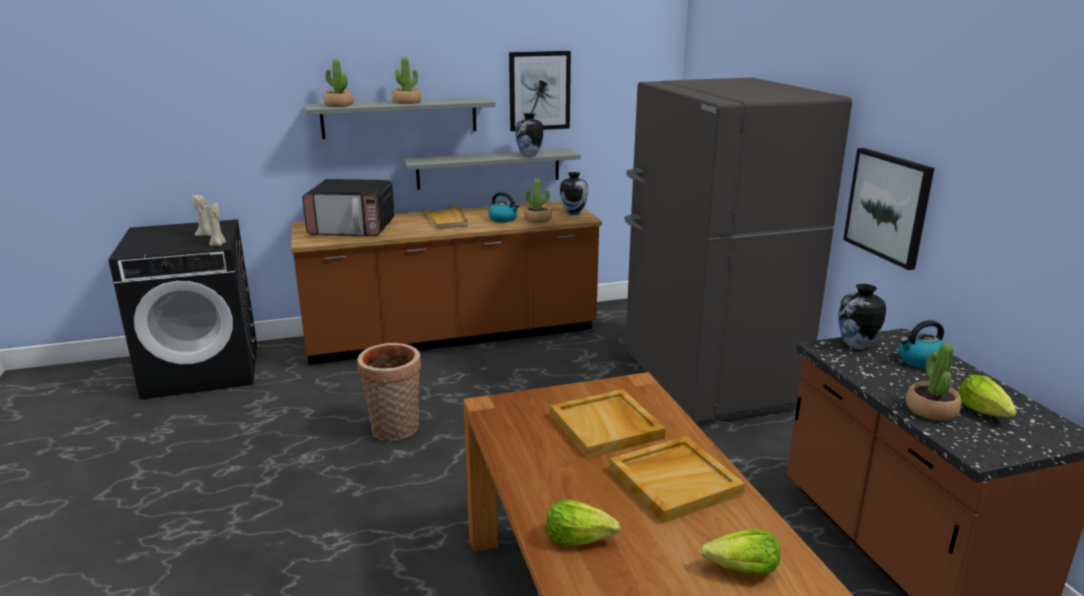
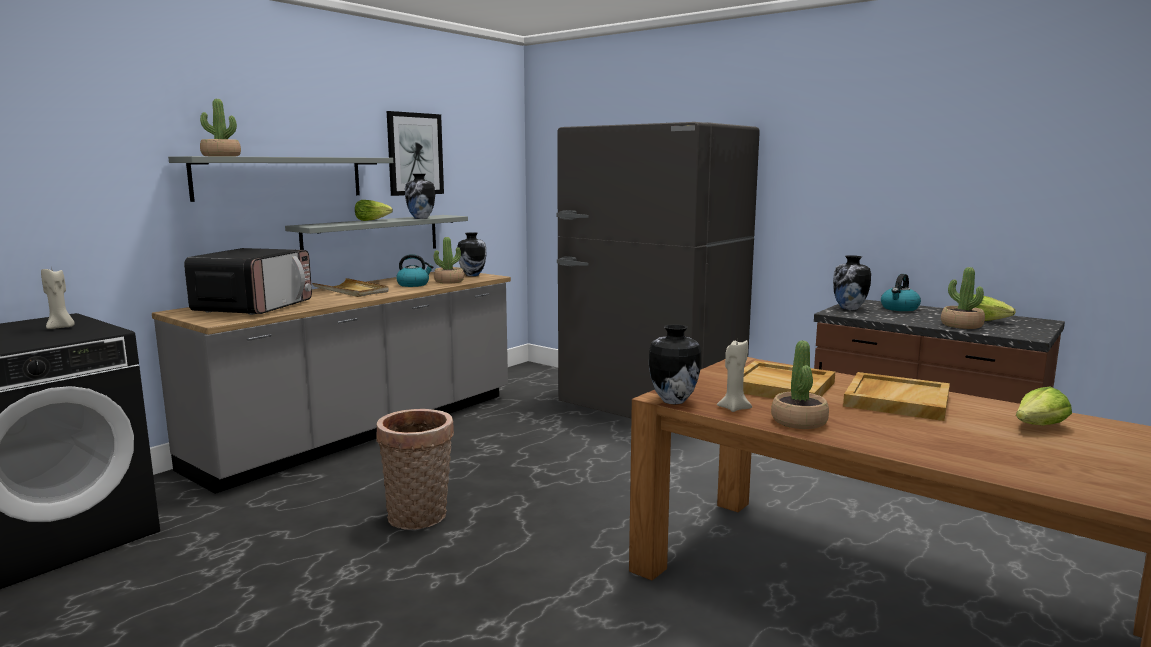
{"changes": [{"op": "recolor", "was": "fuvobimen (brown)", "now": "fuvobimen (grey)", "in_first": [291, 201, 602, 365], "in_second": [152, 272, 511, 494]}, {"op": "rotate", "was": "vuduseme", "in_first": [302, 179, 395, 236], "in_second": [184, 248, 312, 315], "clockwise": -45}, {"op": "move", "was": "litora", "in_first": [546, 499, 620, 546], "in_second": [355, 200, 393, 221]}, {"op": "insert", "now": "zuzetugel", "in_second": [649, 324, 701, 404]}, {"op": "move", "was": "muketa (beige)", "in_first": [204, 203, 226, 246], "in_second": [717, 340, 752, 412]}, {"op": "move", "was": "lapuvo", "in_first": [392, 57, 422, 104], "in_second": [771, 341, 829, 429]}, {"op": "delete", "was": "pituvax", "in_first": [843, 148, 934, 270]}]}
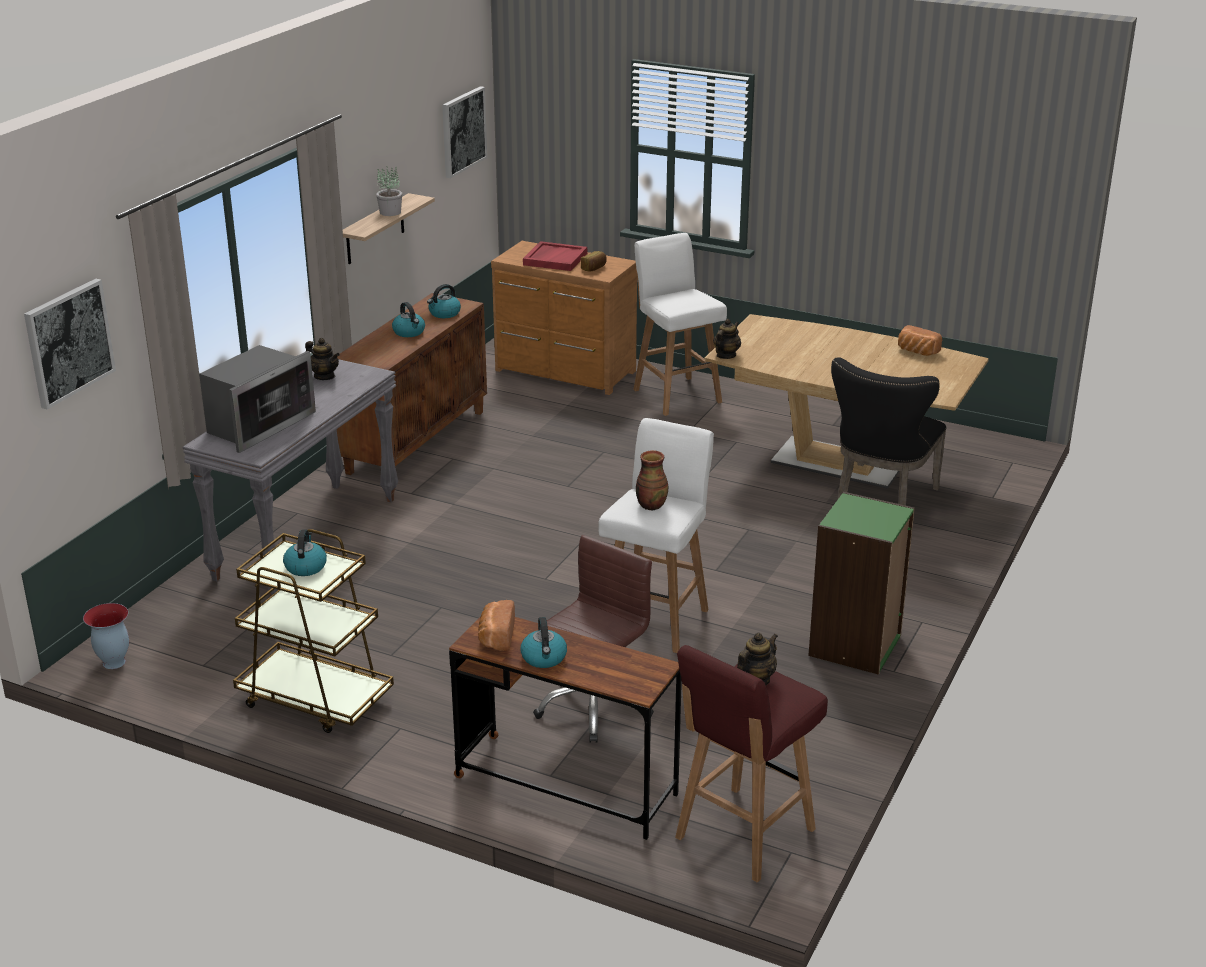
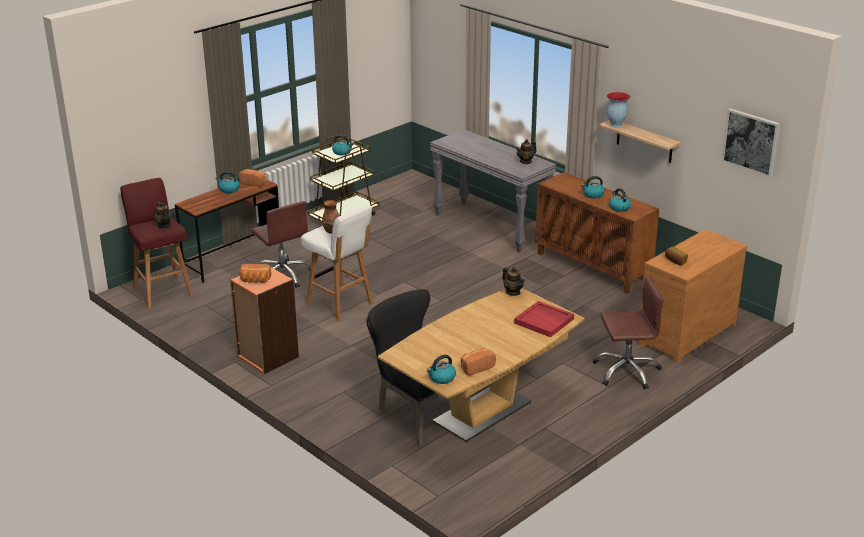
{"changes": [{"op": "recolor", "was": "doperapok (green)", "now": "doperapok (orange)", "in_first": [808, 492, 915, 675], "in_second": [230, 267, 299, 374]}, {"op": "insert", "now": "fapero", "in_second": [240, 264, 271, 283]}, {"op": "insert", "now": "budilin", "in_second": [427, 355, 456, 384]}, {"op": "move", "was": "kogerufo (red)", "in_first": [523, 241, 587, 271], "in_second": [514, 301, 574, 337]}, {"op": "replace", "was": "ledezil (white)", "now": "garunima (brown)", "in_first": [633, 233, 727, 416], "in_second": [593, 275, 664, 390]}, {"op": "move", "was": "zuzetugel", "in_first": [83, 603, 129, 669], "in_second": [607, 92, 630, 128]}, {"op": "delete", "was": "pituvax", "in_first": [24, 279, 116, 409]}, {"op": "delete", "was": "vuduseme", "in_first": [199, 345, 316, 453]}, {"op": "delete", "was": "lapuvo", "in_first": [376, 165, 402, 216]}]}
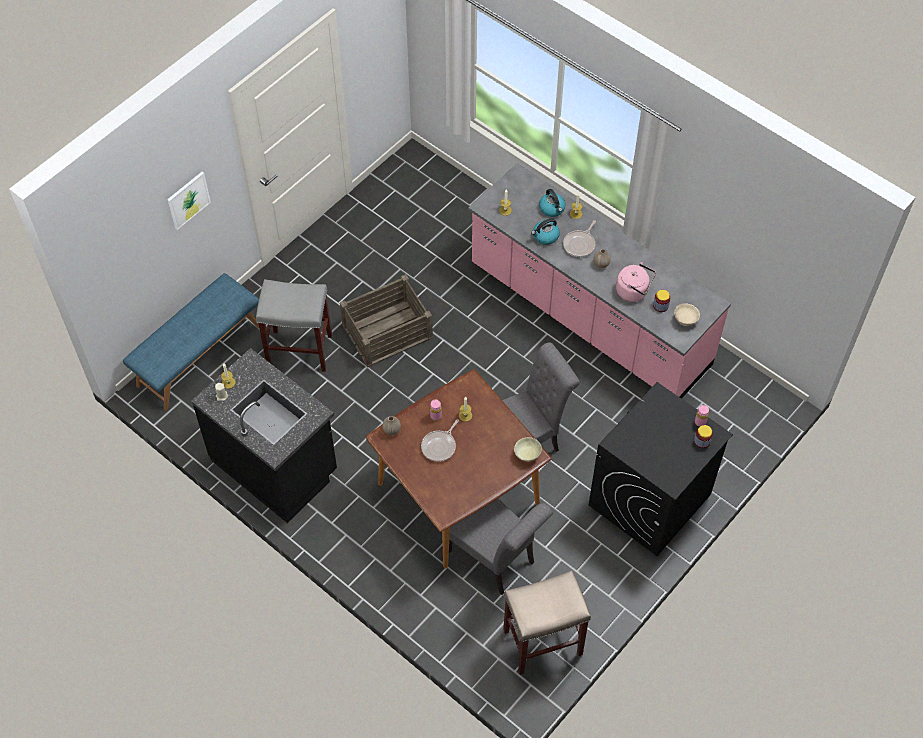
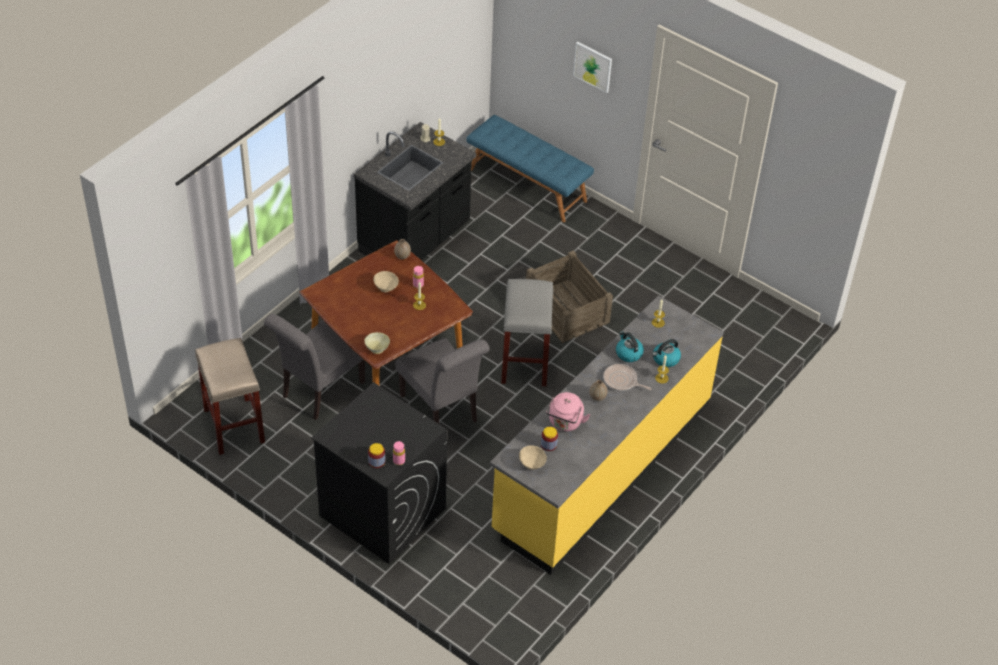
{"changes": [{"op": "replace", "was": "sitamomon", "now": "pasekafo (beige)", "in_first": [421, 419, 459, 462], "in_second": [373, 271, 399, 292]}, {"op": "recolor", "was": "fuvobimen (pink)", "now": "fuvobimen (yellow)", "in_first": [469, 163, 731, 399], "in_second": [490, 295, 724, 575]}, {"op": "move", "was": "ledezil (grey)", "in_first": [256, 279, 332, 372], "in_second": [501, 279, 553, 386]}]}
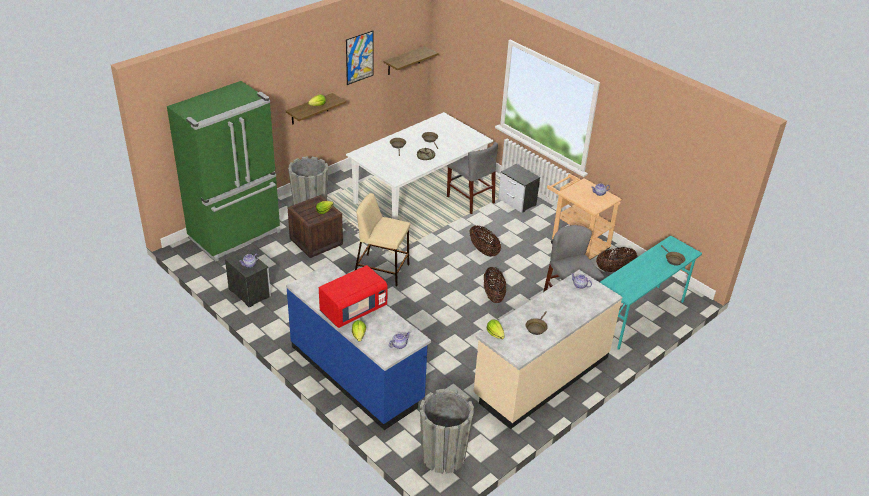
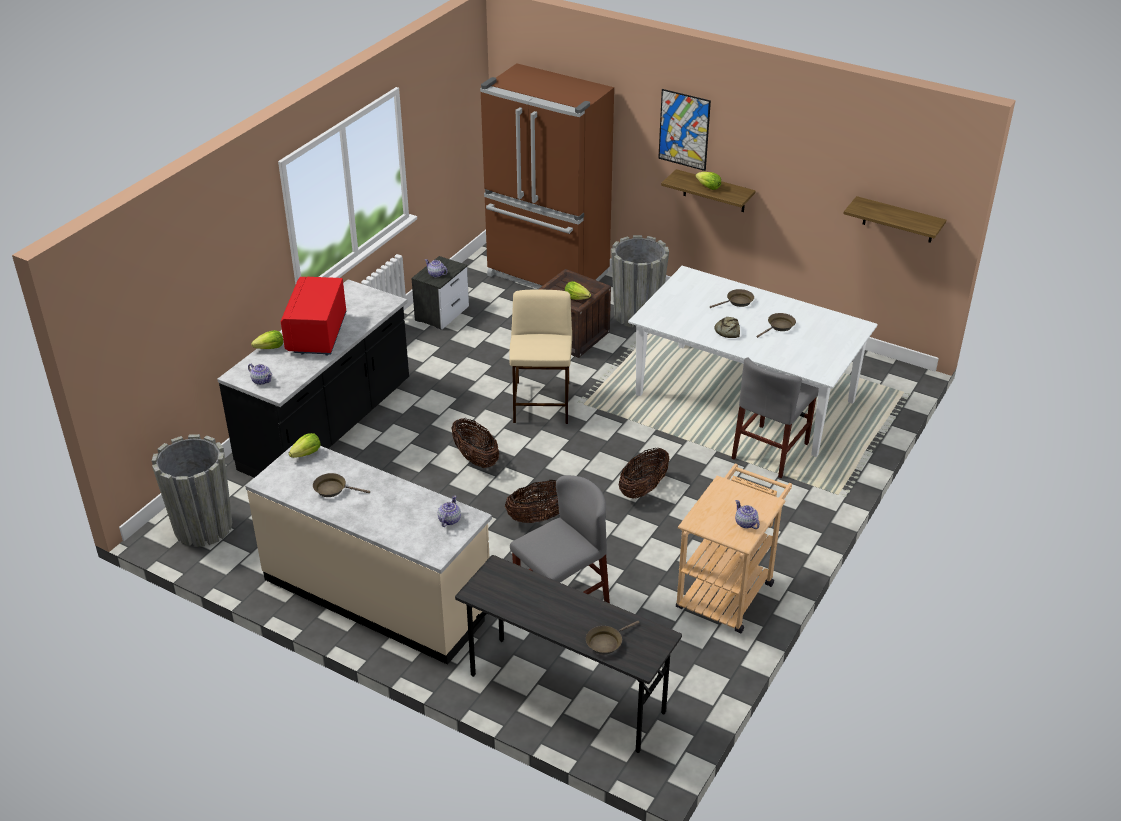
{"changes": [{"op": "recolor", "was": "fuvobimen (blue)", "now": "fuvobimen (black)", "in_first": [286, 262, 431, 430], "in_second": [217, 279, 409, 478]}, {"op": "rotate", "was": "vuduseme (red)", "in_first": [319, 265, 388, 328], "in_second": [281, 277, 346, 356], "clockwise": 60}, {"op": "move", "was": "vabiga", "in_first": [596, 247, 637, 272], "in_second": [451, 418, 499, 468]}, {"op": "recolor", "was": "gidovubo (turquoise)", "now": "gidovubo (grey)", "in_first": [600, 236, 702, 350], "in_second": [455, 555, 682, 753]}, {"op": "recolor", "was": "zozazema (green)", "now": "zozazema (brown)", "in_first": [167, 81, 281, 261], "in_second": [480, 64, 614, 289]}, {"op": "move", "was": "pituvax", "in_first": [346, 30, 373, 85], "in_second": [658, 89, 711, 171]}, {"op": "delete", "was": "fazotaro", "in_first": [498, 164, 540, 213]}]}
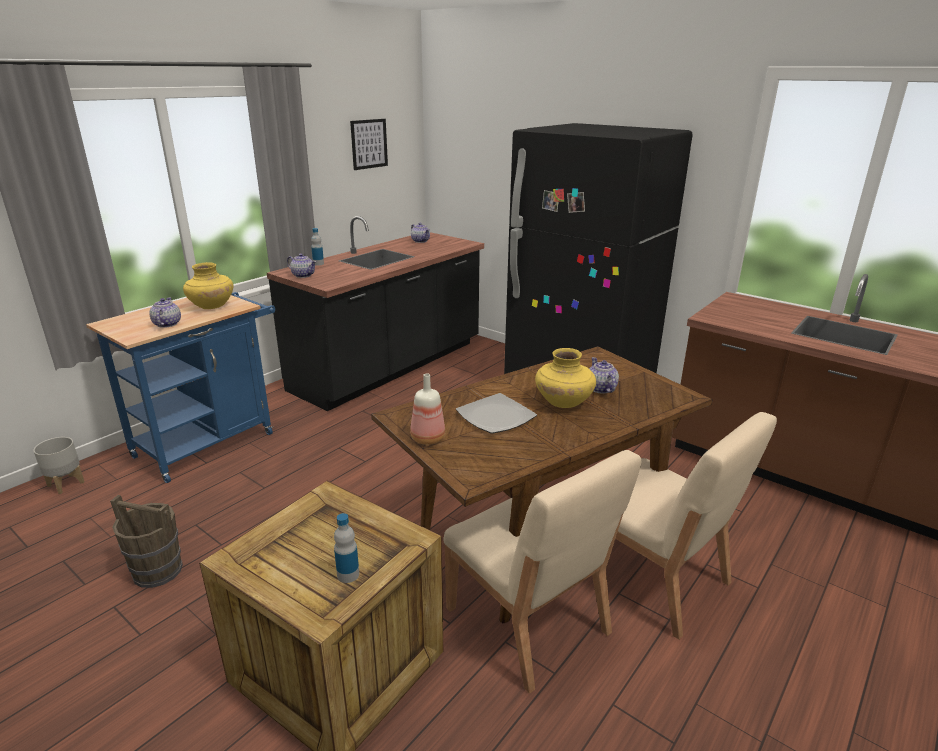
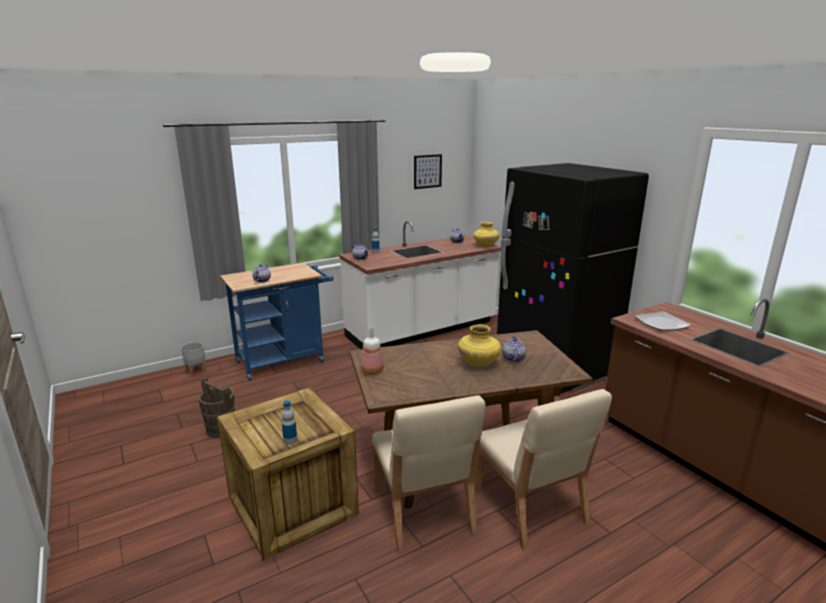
{"changes": [{"op": "recolor", "was": "fuvobimen (black)", "now": "fuvobimen (white)", "in_first": [267, 216, 484, 411], "in_second": [339, 221, 501, 349]}, {"op": "move", "was": "zuzetugel (yellow)", "in_first": [183, 262, 233, 309], "in_second": [473, 222, 499, 247]}, {"op": "move", "was": "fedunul", "in_first": [456, 393, 537, 434], "in_second": [635, 311, 691, 330]}]}
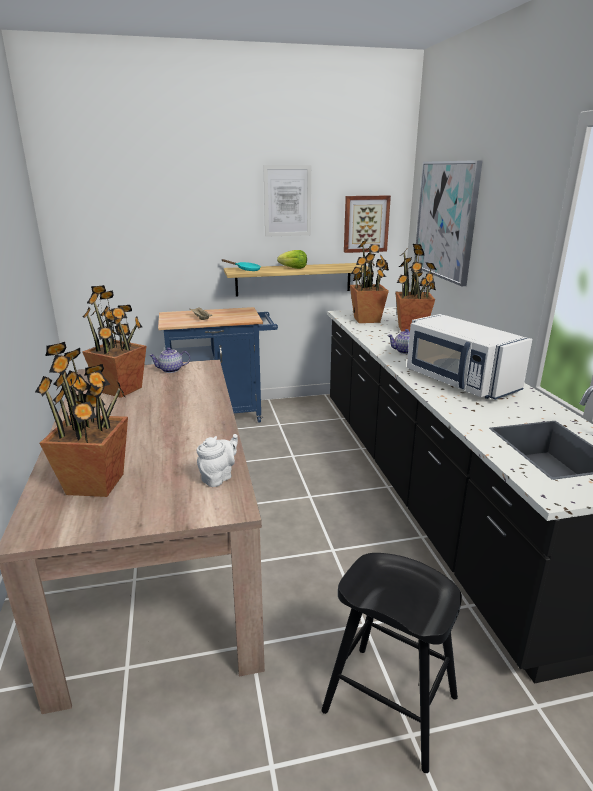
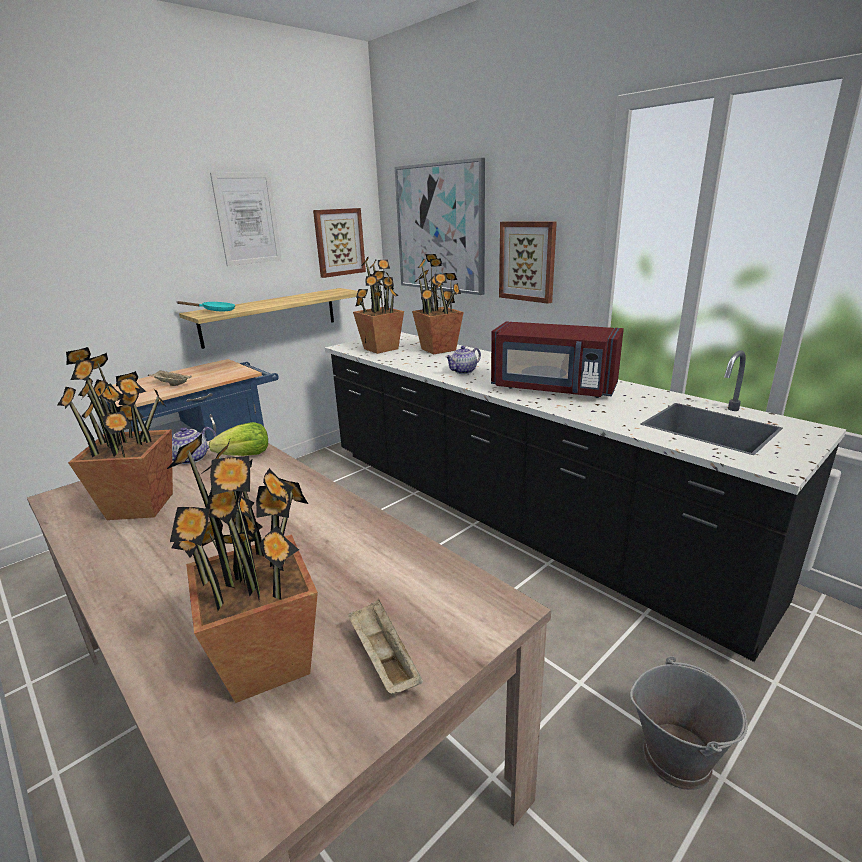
{"changes": [{"op": "move", "was": "litora", "in_first": [277, 250, 307, 269], "in_second": [209, 422, 268, 456]}, {"op": "insert", "now": "kogerufo (beige)", "in_second": [348, 599, 423, 694]}, {"op": "recolor", "was": "vuduseme (white)", "now": "vuduseme (red)", "in_first": [407, 314, 532, 400], "in_second": [491, 322, 624, 398]}, {"op": "insert", "now": "pituvax", "in_second": [499, 221, 557, 304]}, {"op": "replace", "was": "ledezil (black)", "now": "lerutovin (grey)", "in_first": [321, 553, 462, 773], "in_second": [630, 656, 748, 790]}, {"op": "delete", "was": "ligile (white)", "in_first": [196, 434, 238, 487]}]}
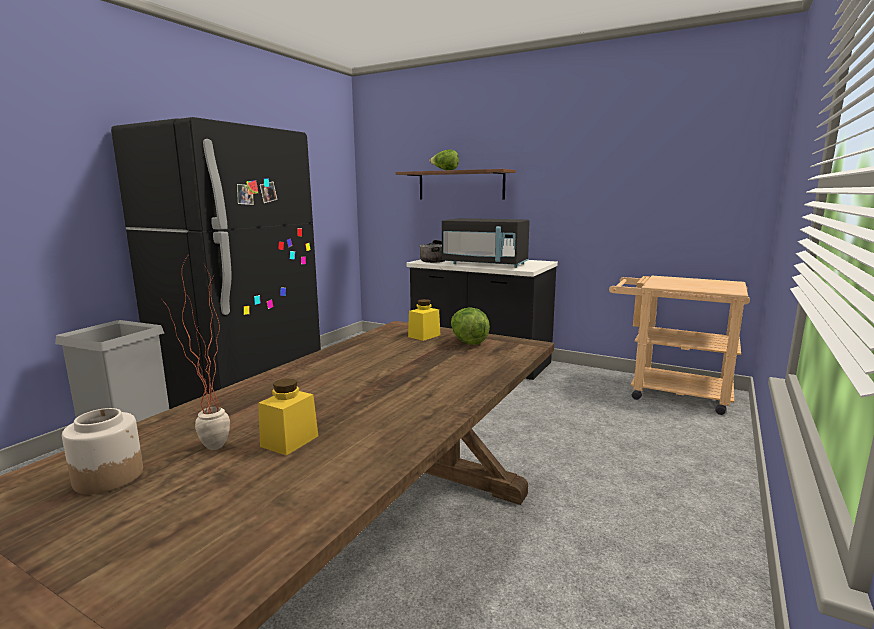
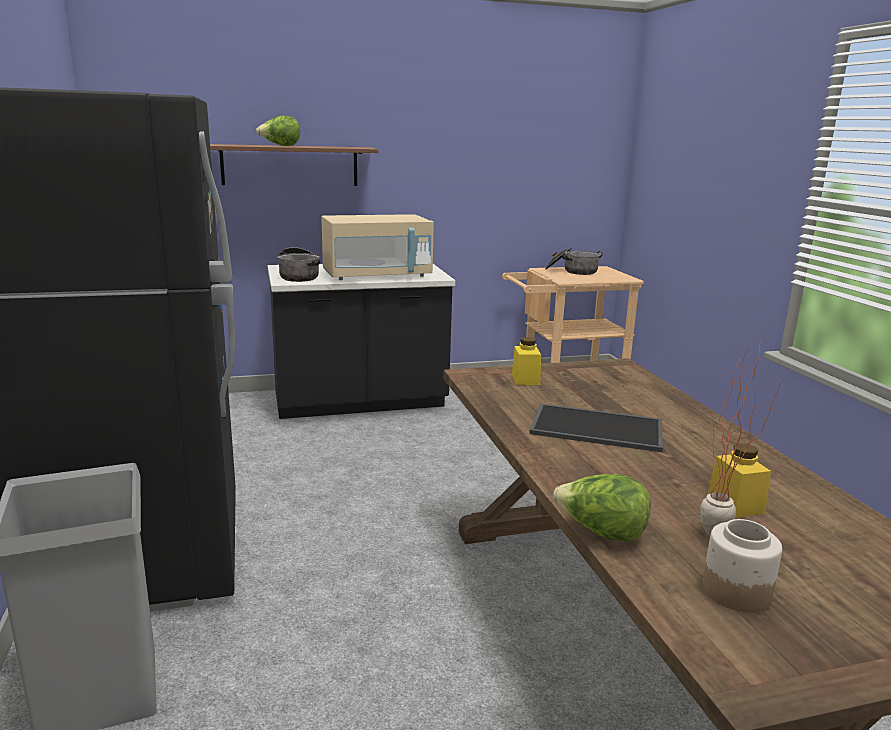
{"changes": [{"op": "recolor", "was": "vuduseme (black)", "now": "vuduseme (beige)", "in_first": [442, 218, 530, 268], "in_second": [321, 215, 434, 280]}, {"op": "insert", "now": "kogerufo", "in_second": [529, 403, 663, 452]}, {"op": "insert", "now": "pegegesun", "in_second": [545, 247, 603, 275]}, {"op": "move", "was": "litora", "in_first": [451, 307, 490, 345], "in_second": [553, 474, 651, 542]}]}
